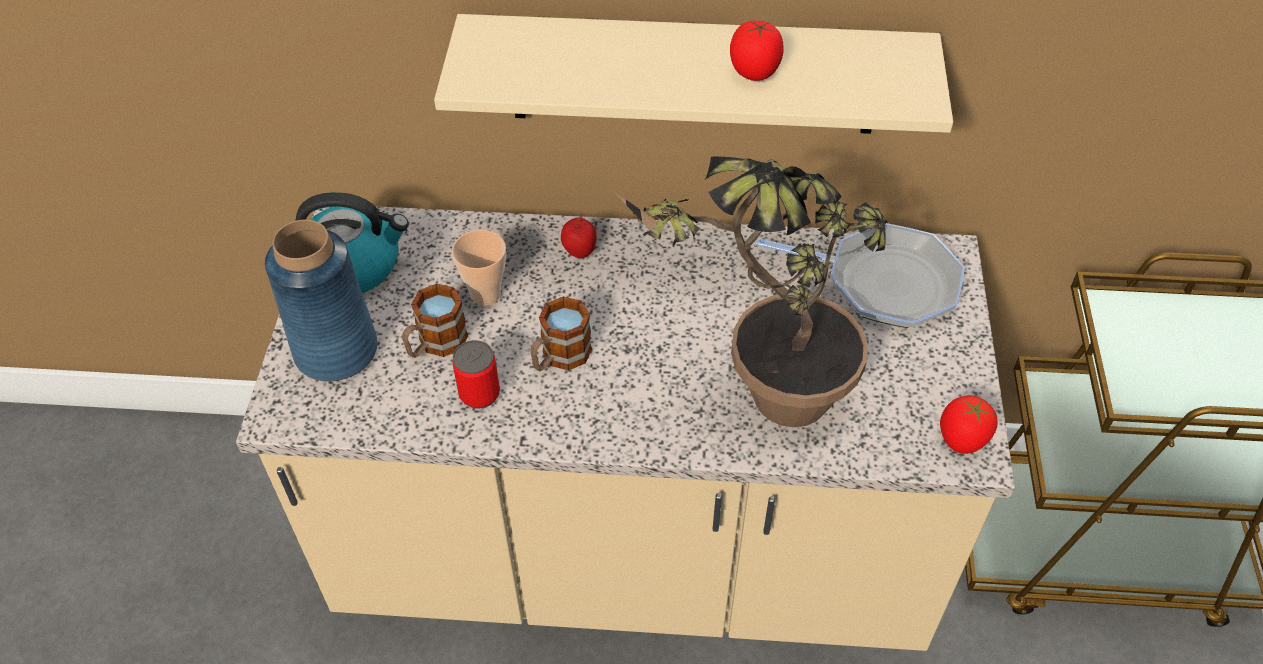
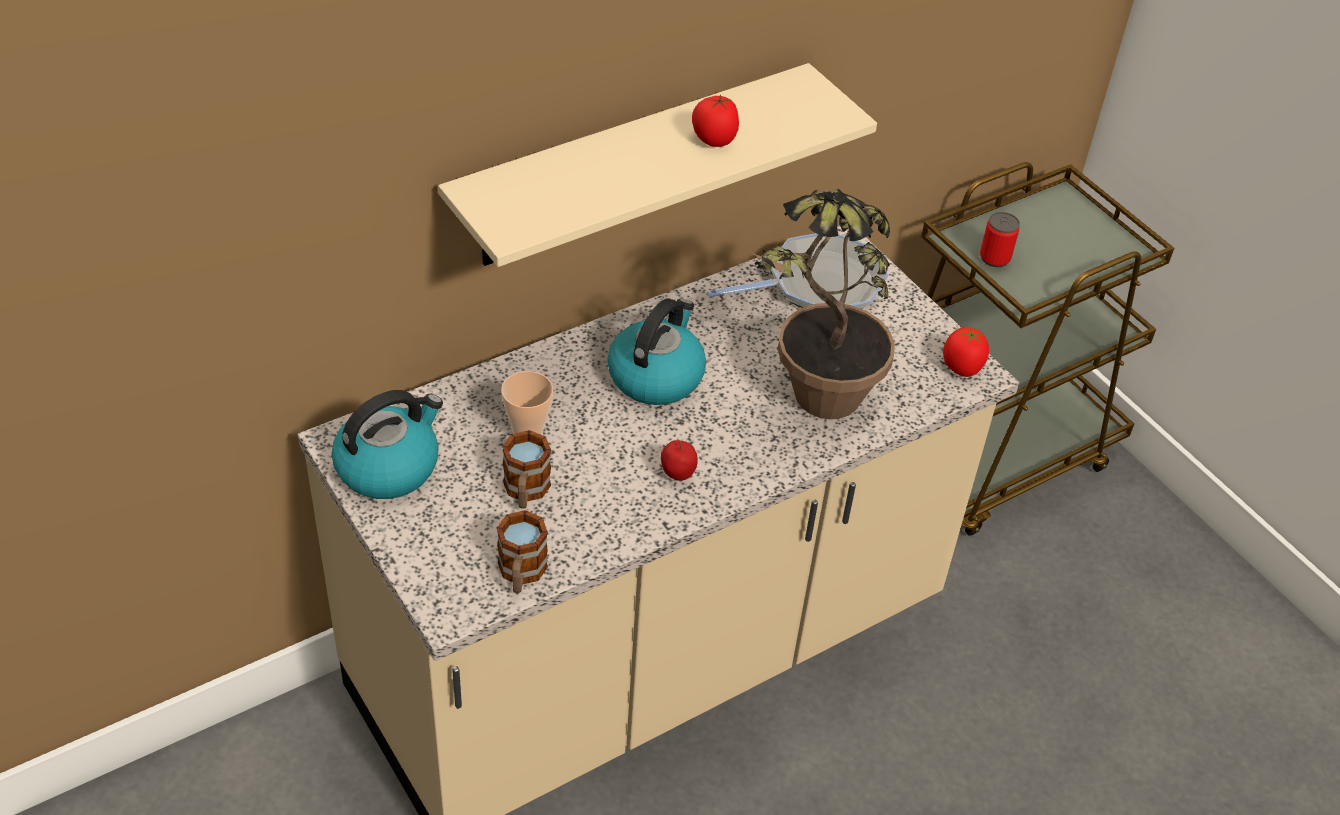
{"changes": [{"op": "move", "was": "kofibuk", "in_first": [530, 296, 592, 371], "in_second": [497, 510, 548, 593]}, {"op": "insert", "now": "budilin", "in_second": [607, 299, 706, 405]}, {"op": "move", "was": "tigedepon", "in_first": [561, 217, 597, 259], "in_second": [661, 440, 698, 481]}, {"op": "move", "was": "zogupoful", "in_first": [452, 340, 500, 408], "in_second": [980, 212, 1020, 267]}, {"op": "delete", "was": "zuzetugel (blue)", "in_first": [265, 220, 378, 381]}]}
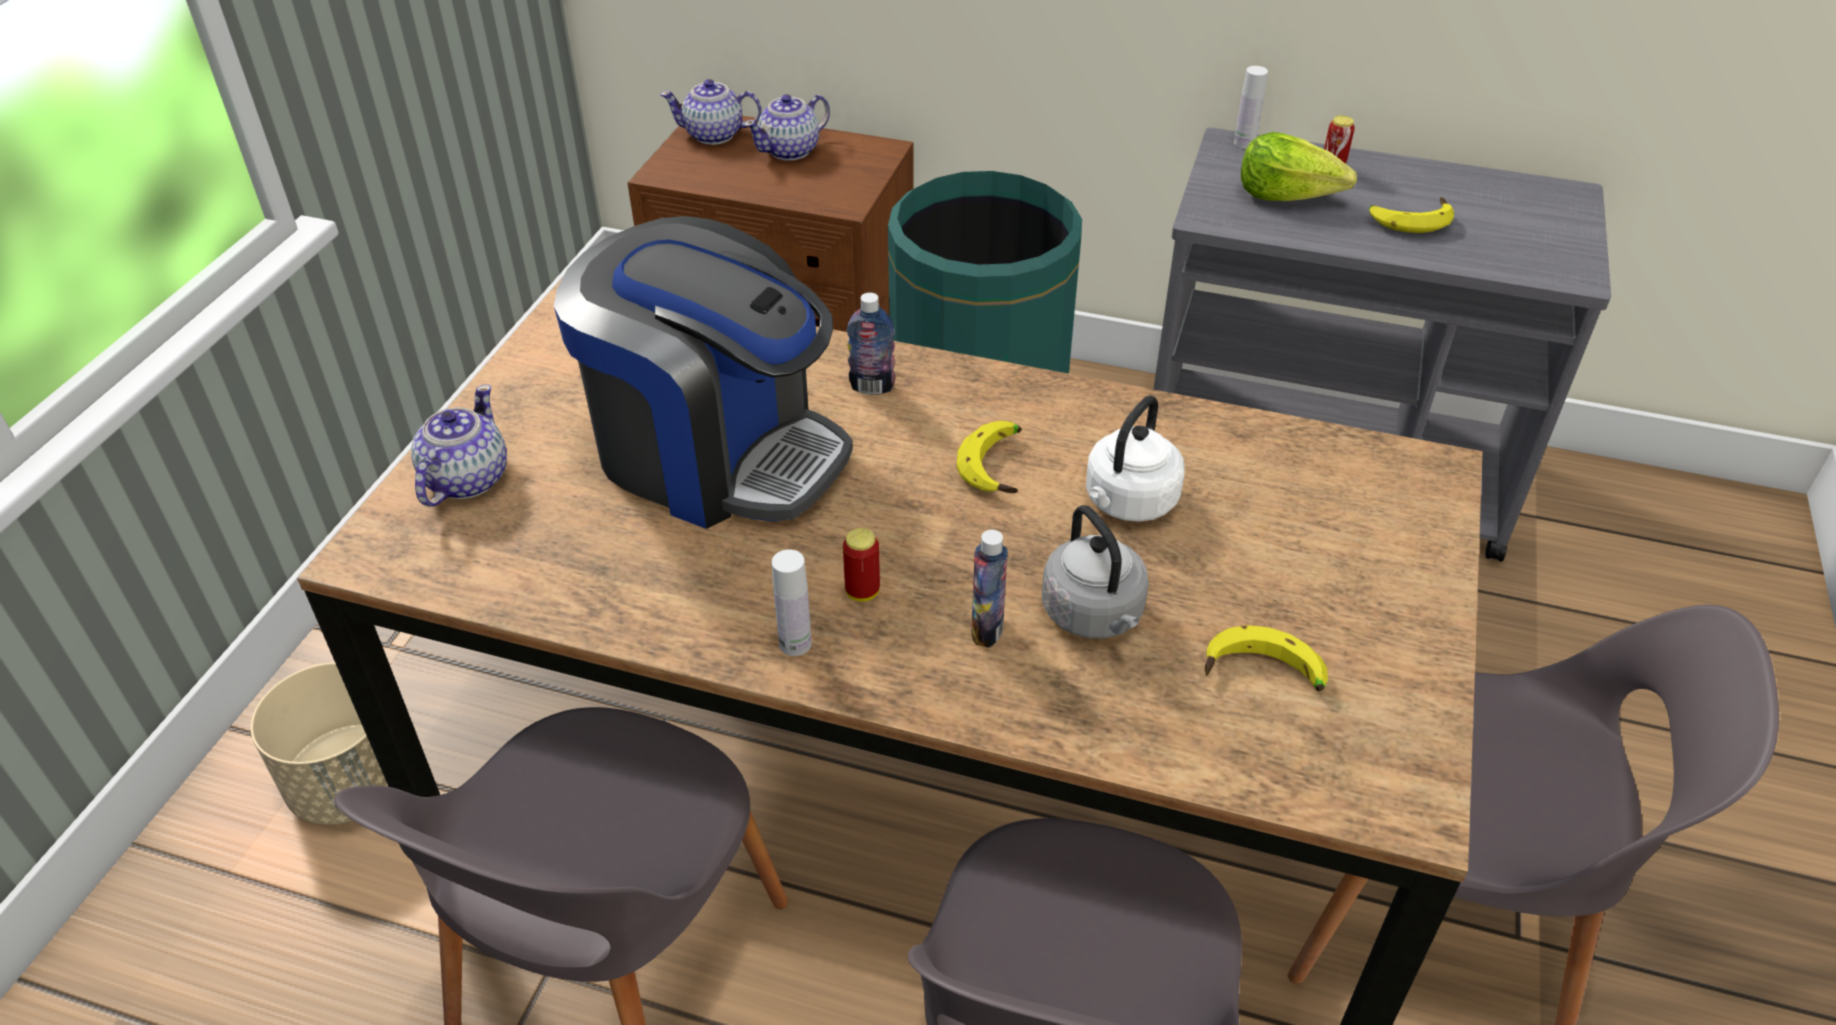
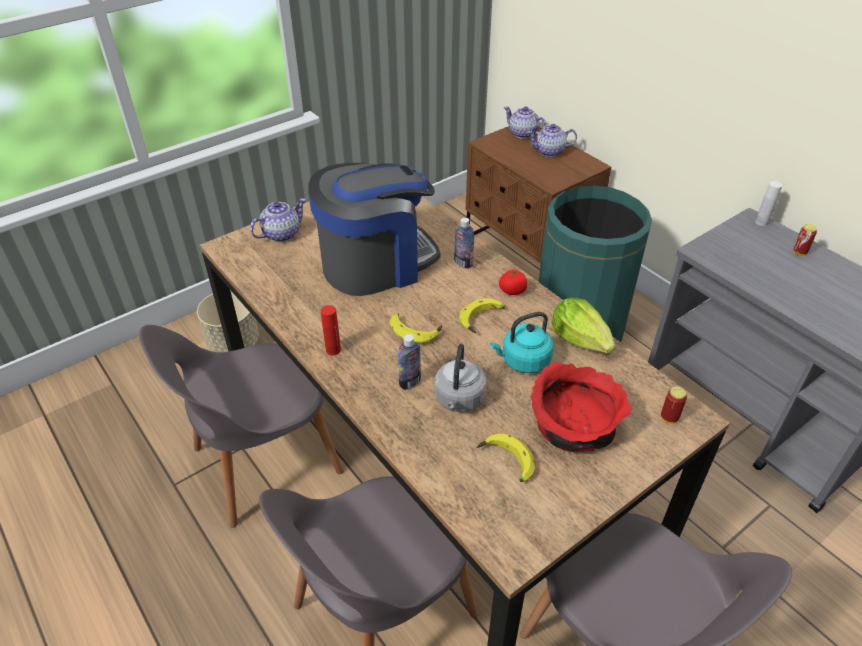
{"changes": [{"op": "rotate", "was": "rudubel", "in_first": [554, 216, 853, 529], "in_second": [308, 163, 440, 296], "clockwise": -90}, {"op": "recolor", "was": "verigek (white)", "now": "verigek (red)", "in_first": [772, 549, 812, 656], "in_second": [321, 305, 341, 356]}, {"op": "move", "was": "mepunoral", "in_first": [1369, 197, 1454, 233], "in_second": [390, 313, 442, 343]}, {"op": "recolor", "was": "budilin (white)", "now": "budilin (turquoise)", "in_first": [1086, 396, 1185, 522], "in_second": [490, 312, 553, 373]}, {"op": "insert", "now": "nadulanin", "in_second": [499, 269, 527, 295]}, {"op": "insert", "now": "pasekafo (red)", "in_second": [531, 362, 632, 452]}, {"op": "move", "was": "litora", "in_first": [1241, 132, 1357, 201], "in_second": [552, 298, 615, 354]}, {"op": "move", "was": "zogupoful", "in_first": [843, 528, 880, 601], "in_second": [661, 387, 687, 424]}]}
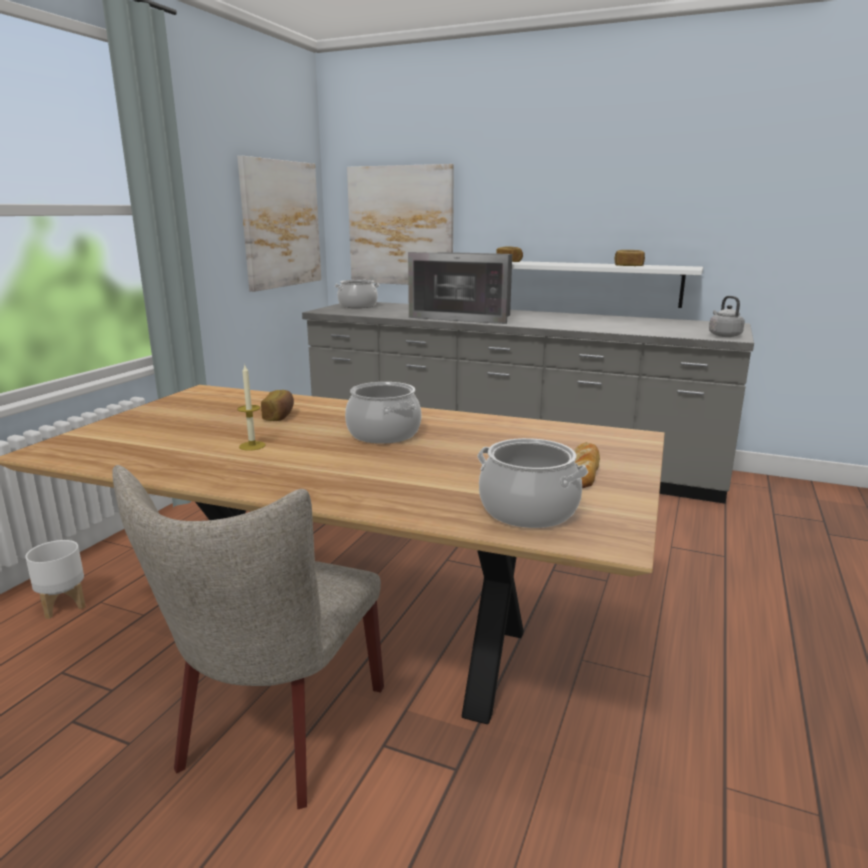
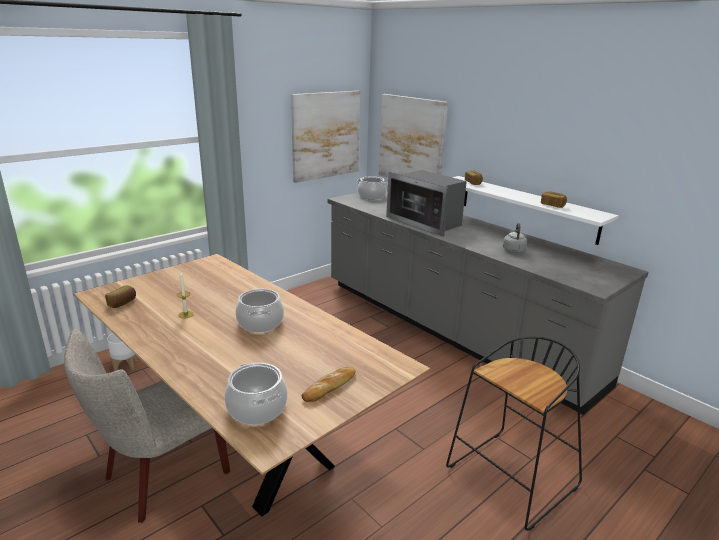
{"changes": [{"op": "move", "was": "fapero", "in_first": [261, 390, 294, 421], "in_second": [105, 285, 136, 308]}, {"op": "insert", "now": "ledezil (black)", "in_second": [446, 336, 582, 531]}, {"op": "move", "was": "budilin (grey)", "in_first": [709, 296, 745, 337], "in_second": [503, 223, 527, 253]}]}
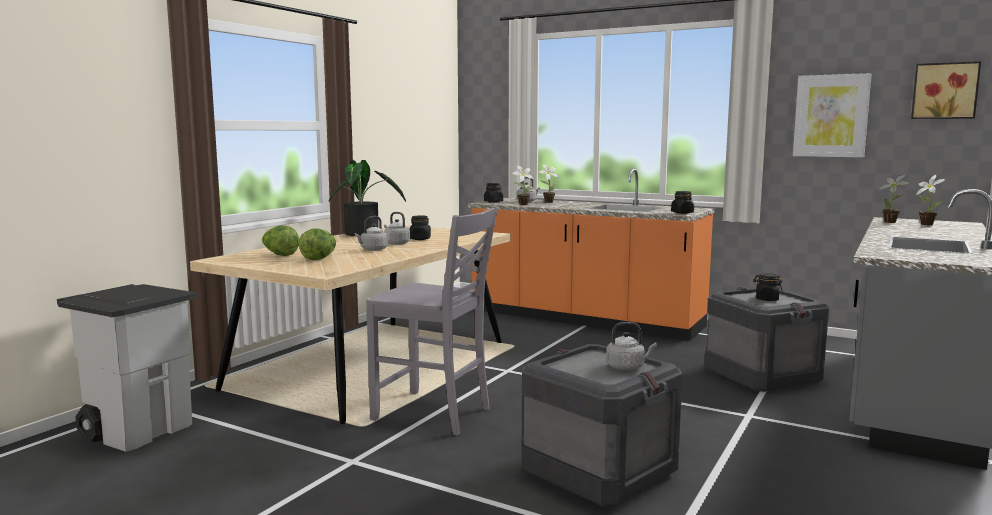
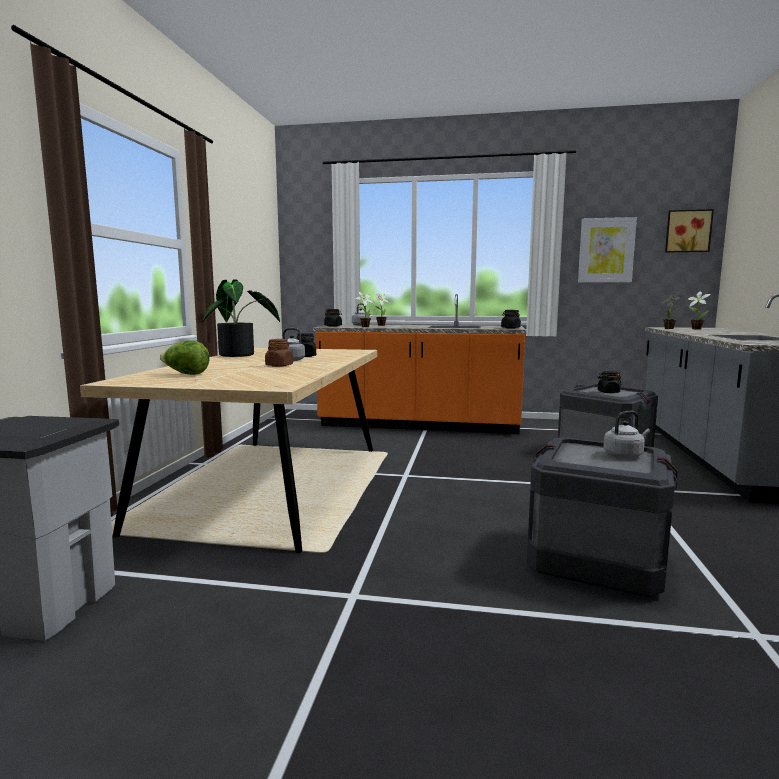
{"changes": [{"op": "replace", "was": "budilin (grey)", "now": "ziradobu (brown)", "in_first": [355, 216, 388, 251], "in_second": [265, 339, 293, 367]}, {"op": "delete", "was": "litora", "in_first": [299, 228, 336, 260]}, {"op": "delete", "was": "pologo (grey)", "in_first": [366, 206, 498, 435]}]}
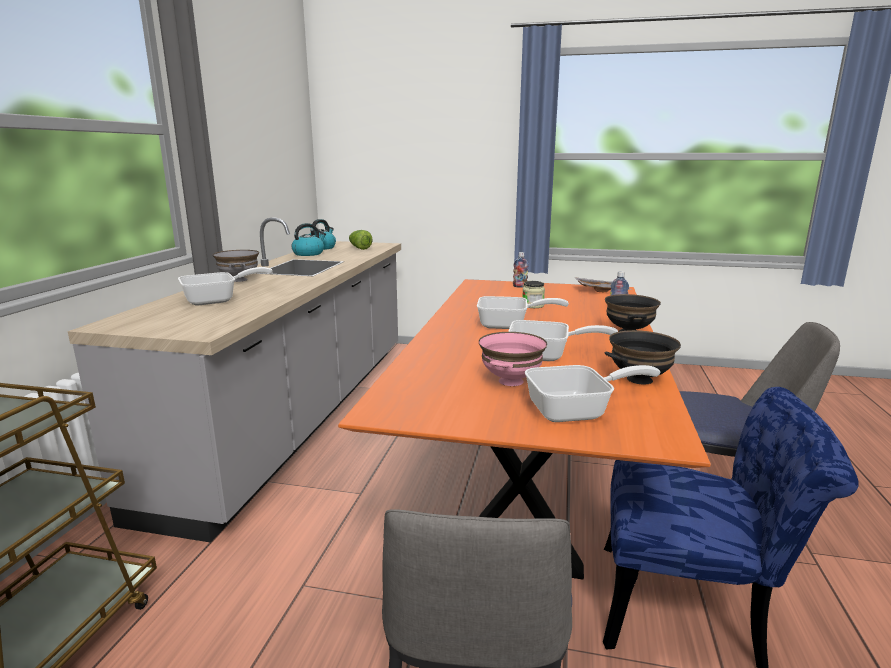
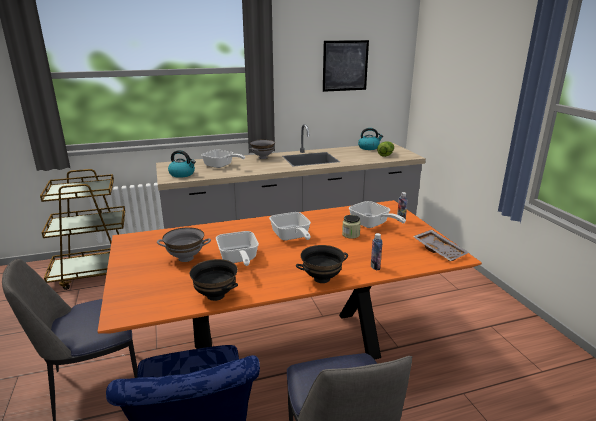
{"changes": [{"op": "recolor", "was": "pasekafo (pink)", "now": "pasekafo (grey)", "in_first": [479, 332, 547, 386], "in_second": [157, 227, 211, 262]}, {"op": "move", "was": "budilin", "in_first": [291, 223, 326, 256], "in_second": [168, 150, 196, 178]}, {"op": "insert", "now": "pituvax", "in_second": [323, 40, 369, 92]}, {"op": "move", "was": "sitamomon", "in_first": [525, 365, 660, 422], "in_second": [349, 201, 406, 228]}]}
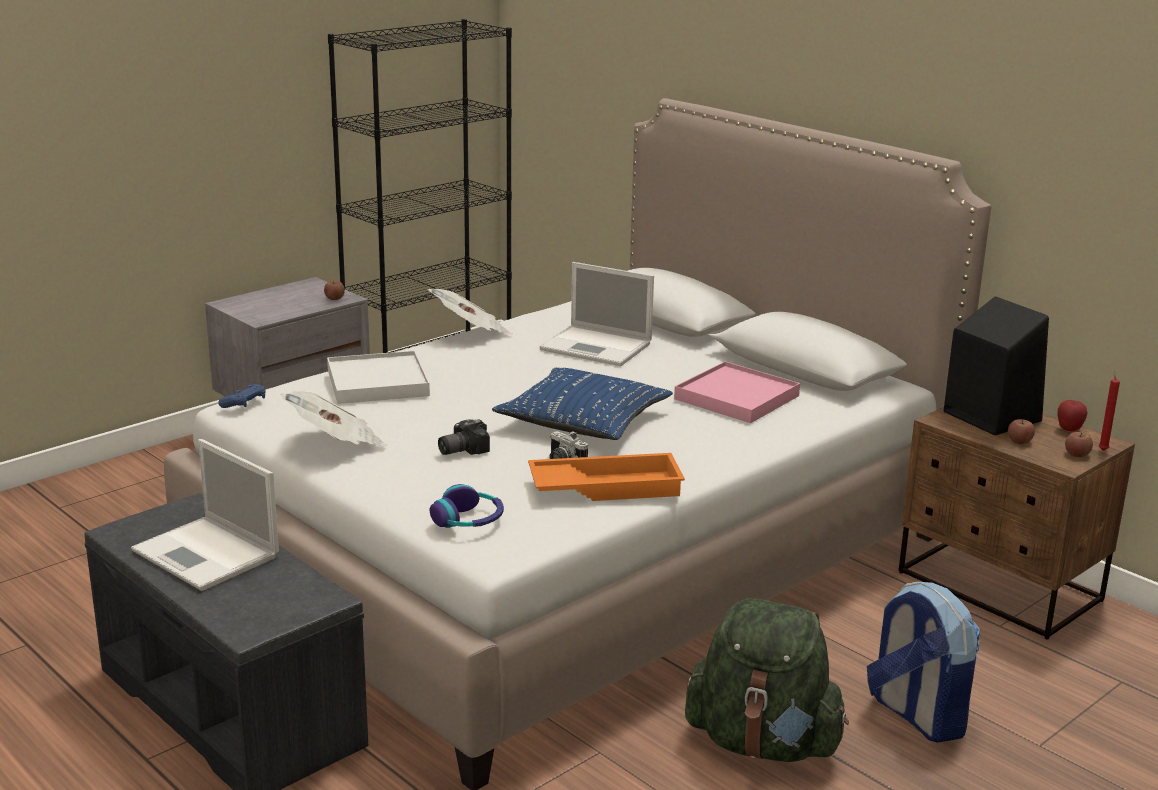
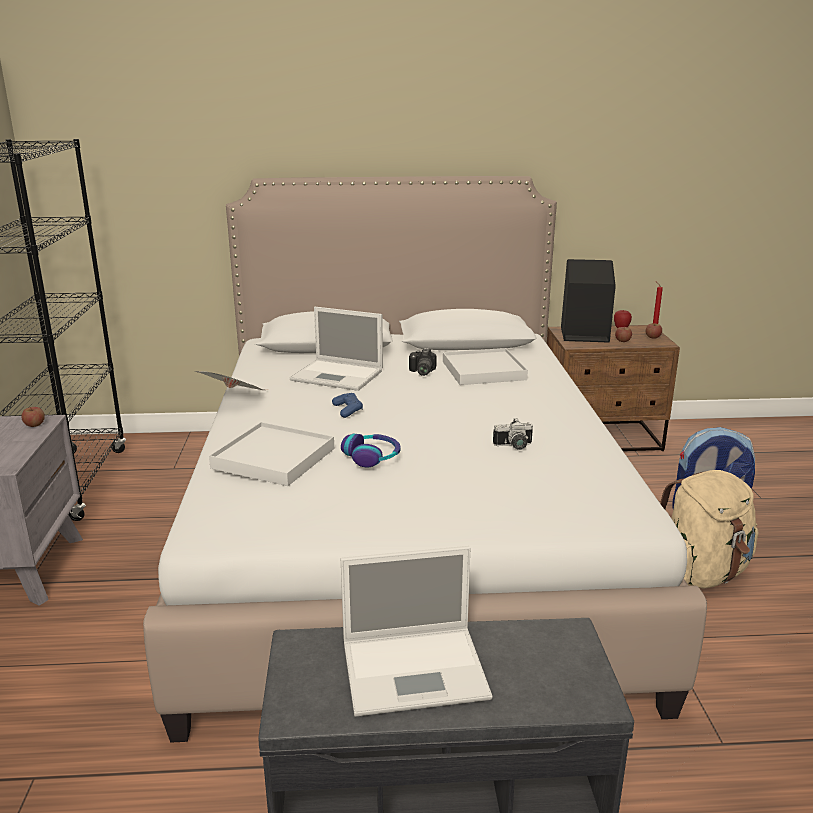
{"changes": [{"op": "rotate", "was": "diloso", "in_first": [539, 262, 654, 366], "in_second": [290, 307, 383, 391], "clockwise": 45}, {"op": "move", "was": "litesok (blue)", "in_first": [218, 384, 266, 408], "in_second": [332, 393, 363, 418]}, {"op": "move", "was": "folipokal", "in_first": [429, 484, 504, 528], "in_second": [341, 434, 401, 467]}, {"op": "move", "was": "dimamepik", "in_first": [438, 419, 490, 455], "in_second": [409, 348, 437, 376]}, {"op": "recolor", "was": "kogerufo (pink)", "now": "kogerufo (white)", "in_first": [674, 361, 800, 423], "in_second": [443, 348, 528, 385]}, {"op": "recolor", "was": "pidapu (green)", "now": "pidapu (beige)", "in_first": [685, 598, 849, 762], "in_second": [660, 470, 759, 588]}, {"op": "delete", "was": "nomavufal", "in_first": [281, 391, 387, 446]}, {"op": "delete", "was": "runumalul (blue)", "in_first": [492, 368, 673, 440]}, {"op": "delete", "was": "kogerufo (orange)", "in_first": [528, 453, 685, 501]}]}
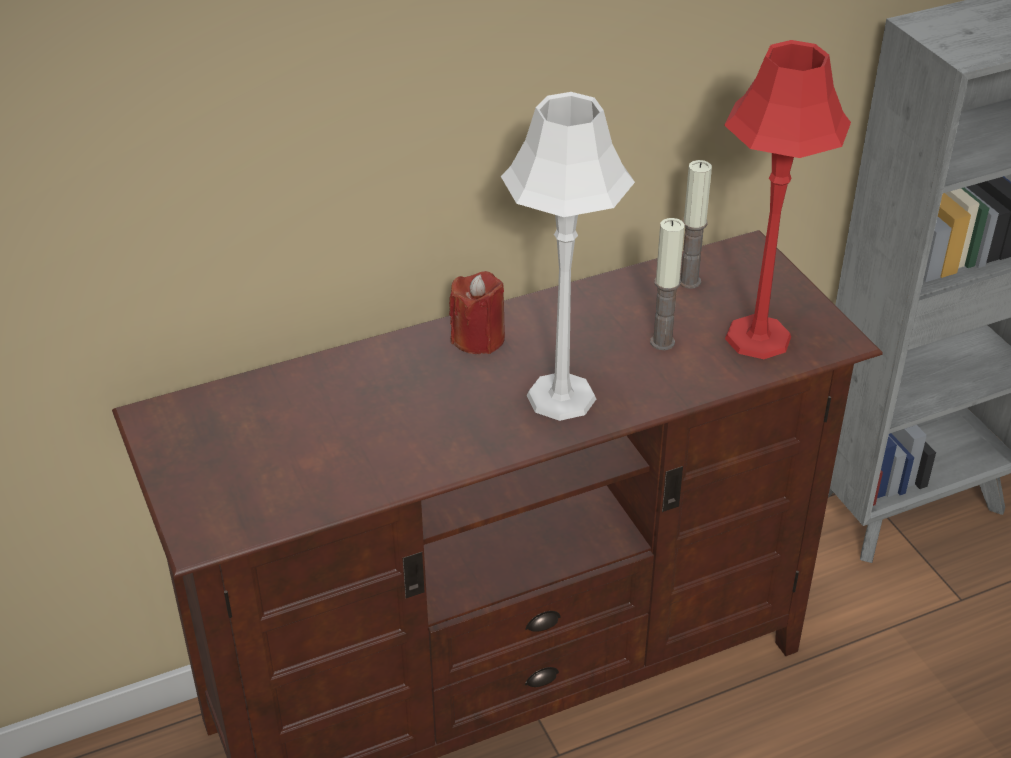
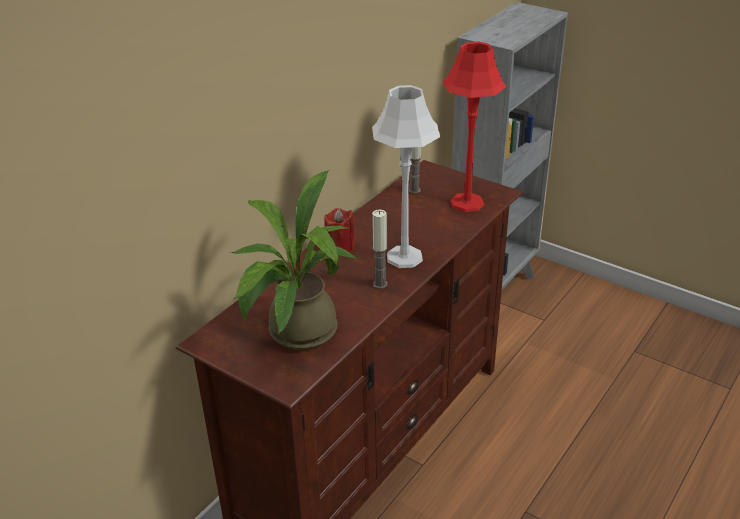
{"changes": [{"op": "insert", "now": "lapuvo", "in_second": [231, 170, 357, 350]}, {"op": "move", "was": "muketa", "in_first": [650, 218, 685, 350], "in_second": [372, 210, 388, 289]}]}
